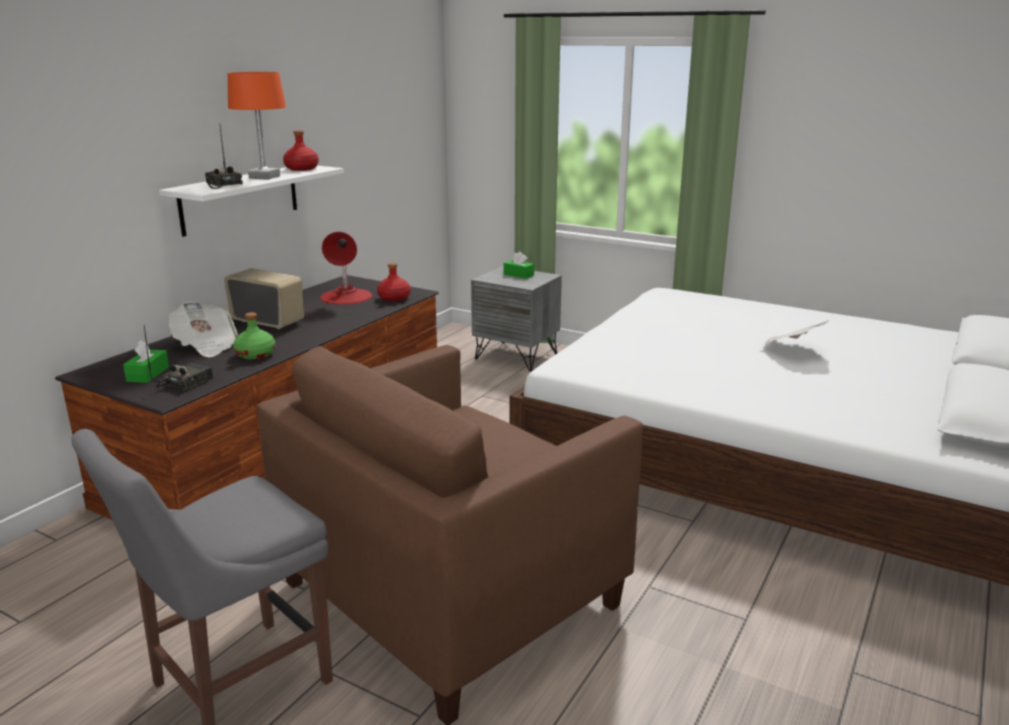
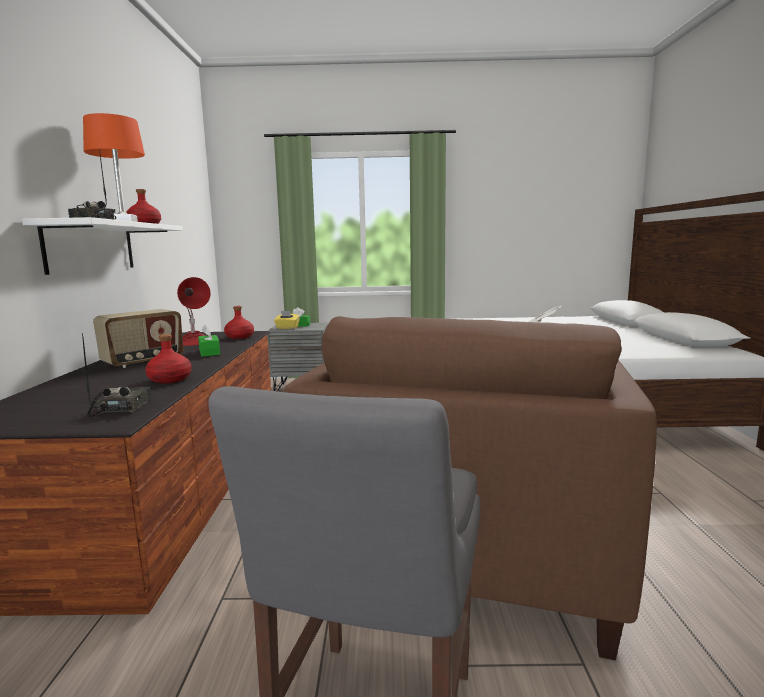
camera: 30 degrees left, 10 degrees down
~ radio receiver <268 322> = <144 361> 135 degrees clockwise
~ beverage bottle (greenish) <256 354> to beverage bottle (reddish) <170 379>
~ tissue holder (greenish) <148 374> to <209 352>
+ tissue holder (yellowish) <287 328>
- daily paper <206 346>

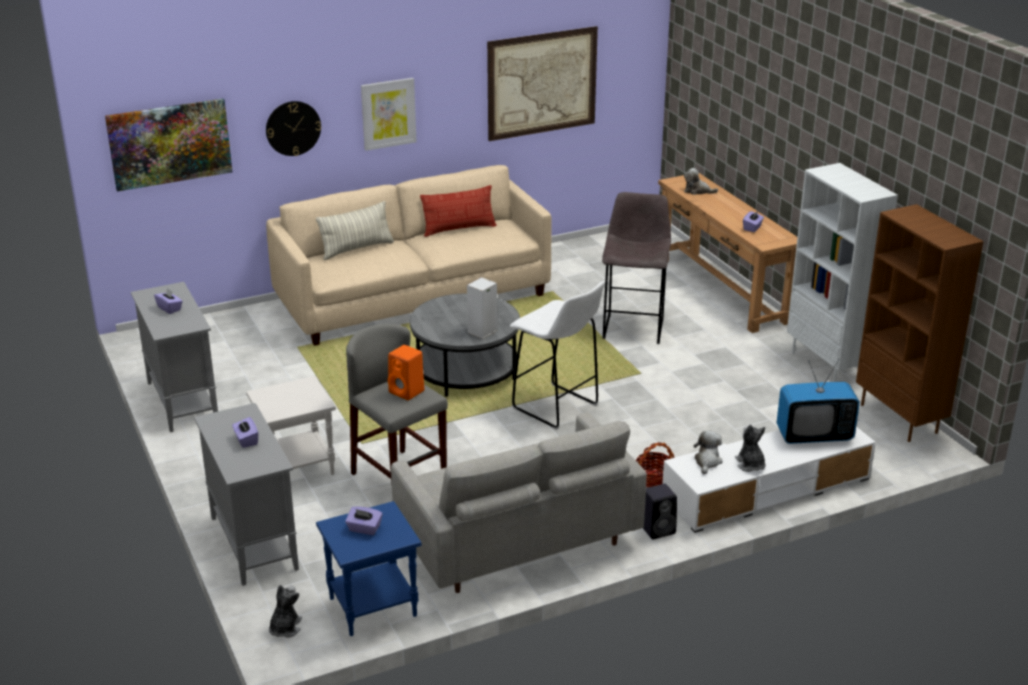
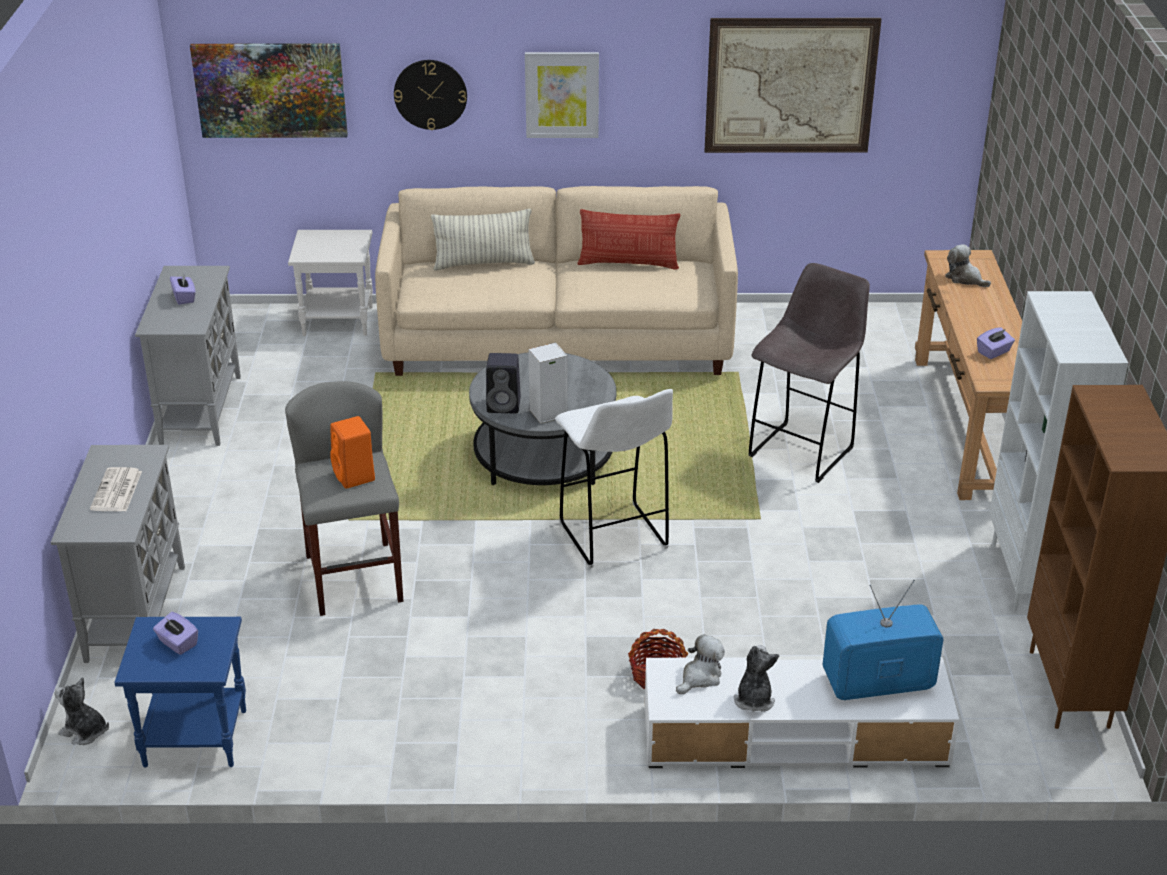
camera: 25 degrees right, 5 degrees up
~ plush toy <285 628> = <85 732> 105 degrees counterclockwise
~ tissue holder (purplish) <246 440> to daily paper <117 491>
~ accent table (white-coloured) <297 467> to <339 320>
~ audio speaker (black-coloured) <659 529> to <505 405>
~ TV set <814 435> = <878 683> 150 degrees clockwise
- couch (gray) <516 542>

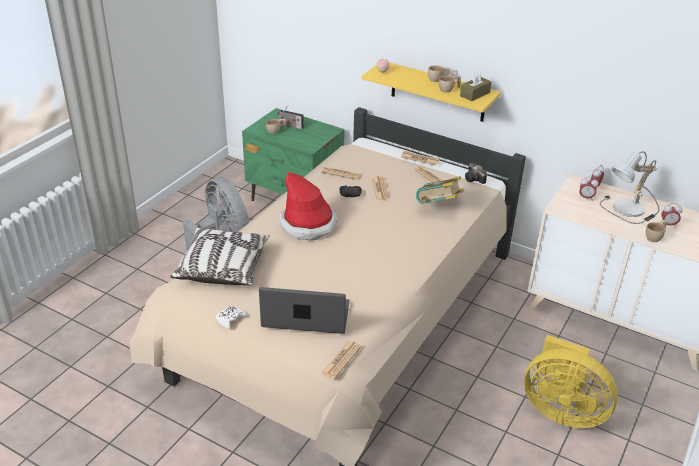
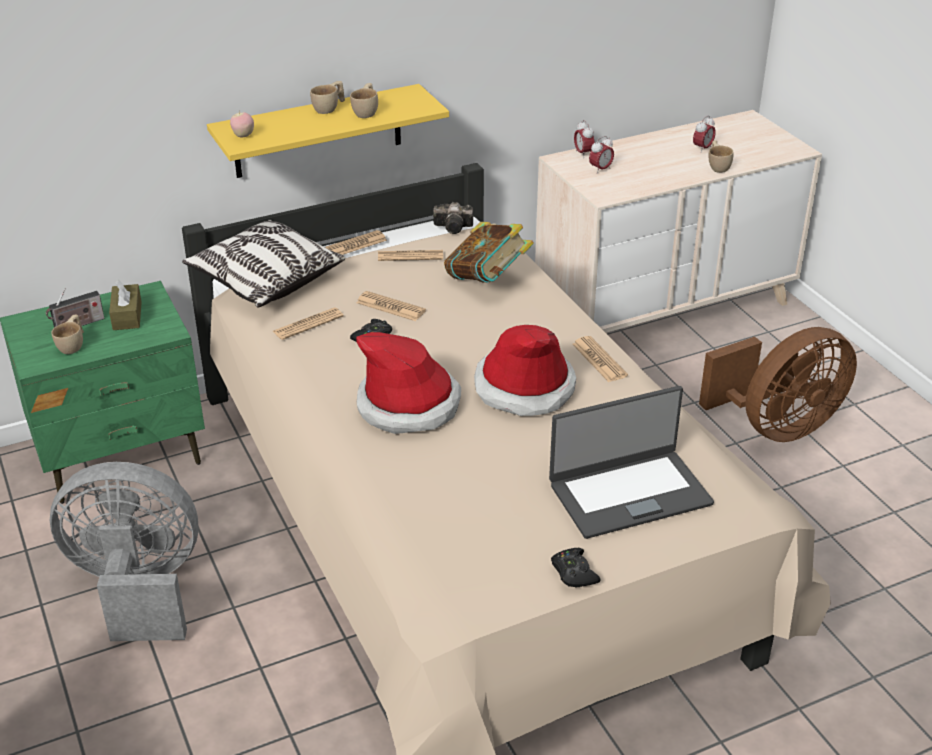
camera: 55 degrees left, 0 degrees up
~ tissue holder (brown-coloured) <475 94> to <127 316>
~ pillow <222 267> to <265 280>
+ wearable hat <524 388>
~ portable computer <305 316> = <629 493> 150 degrees counterclockwise
~ joypad (white-coloured) <230 319> to joypad (black-coloured) <573 573>
~ daily paper <341 360> to <599 360>
~ cooling fan (yellowish) <561 410> to cooling fan (brown-coloured) <777 427>
- table lamp <630 210>

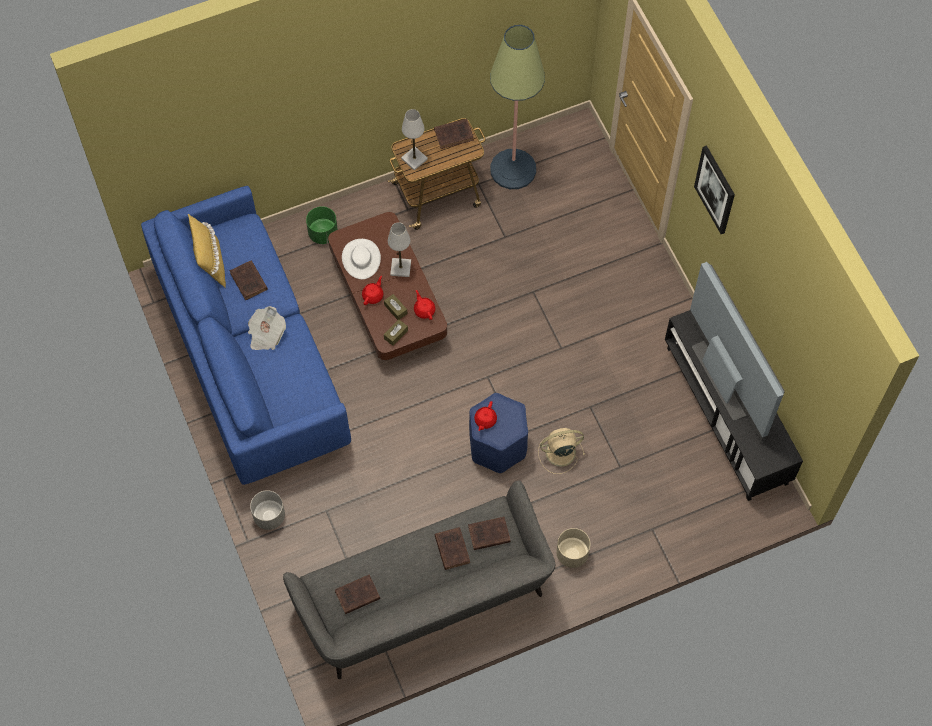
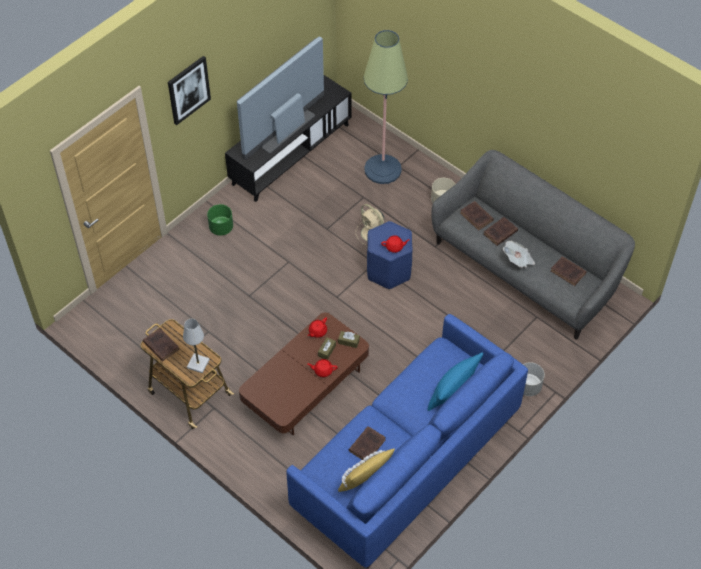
camera: 115 degrees left, 10 degrees down
~ plant pot (greenish) <323 233> to <221 228>
~ standard lamp <513 169> to <382 169>
+ pillow (blue) <453 390>
~ daily paper <266 334> to <518 260>
- wearable hat (white-coloured) <361 259>
- table lamp (white-coloured) <400 268>

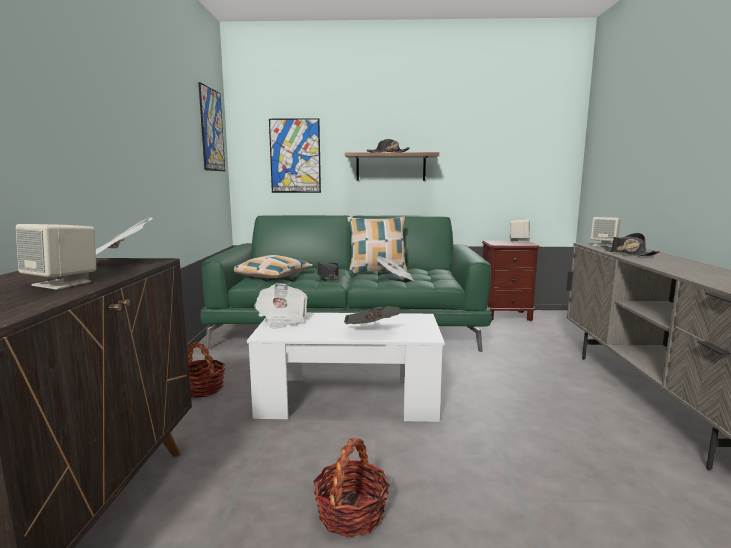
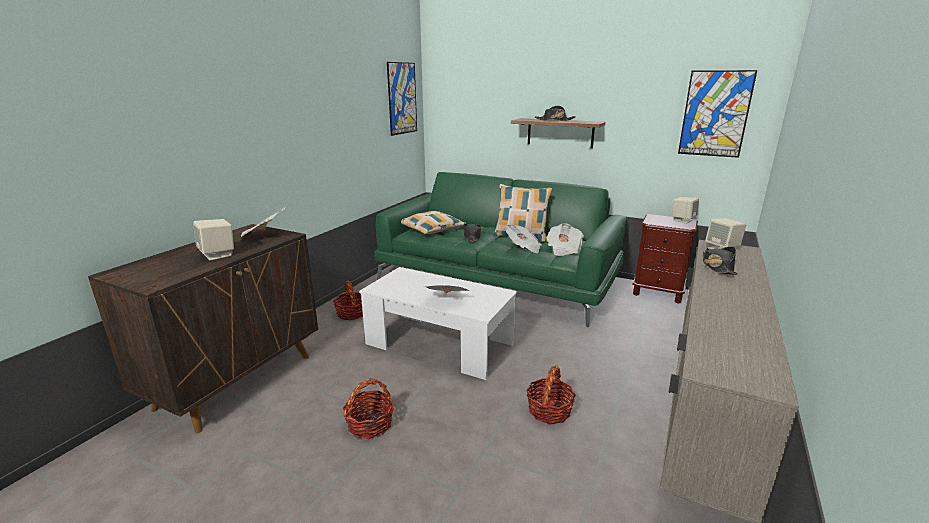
camera: 25 degrees right, 10 degrees up
+ basket <549 411>
~ daily paper <281 320> to <563 249>
~ wall picture <295 156> to <715 114>

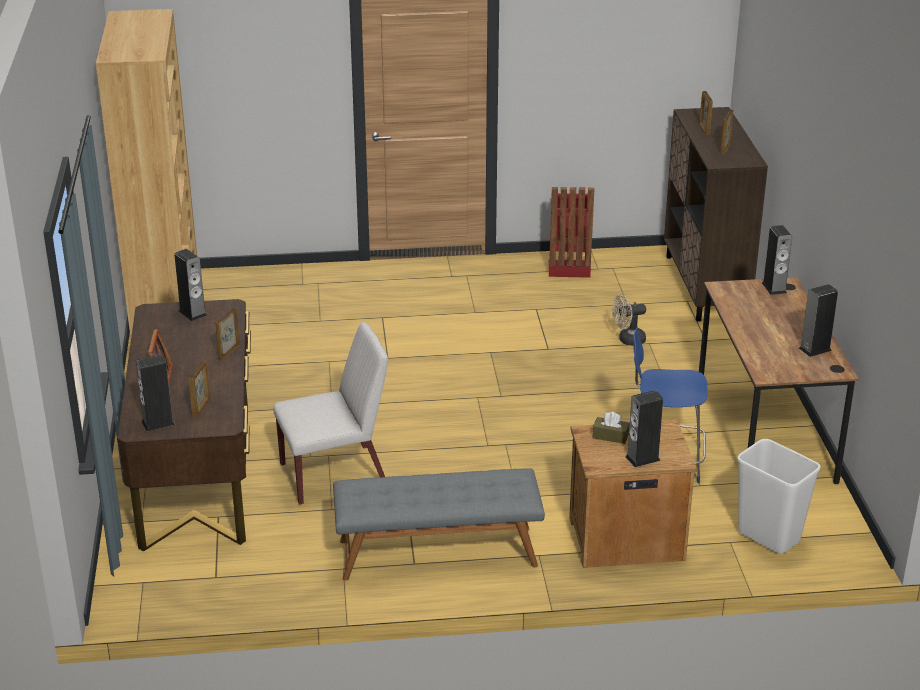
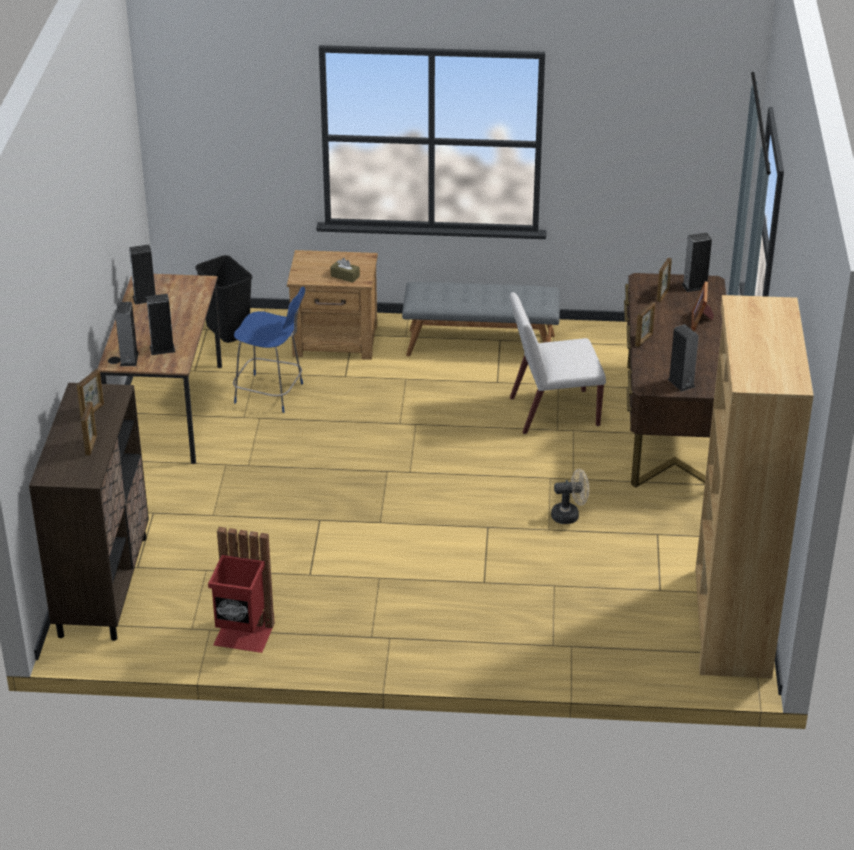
camera: 170 degrees left, 5 degrees up
~ audio speaker <642 458> to <162 349>
~ rubbish bin (white-coloured) <770 536> to rubbish bin (black-coloured) <227 331>
~ cooling fan (beige-coloured) <627 340> to <570 515>

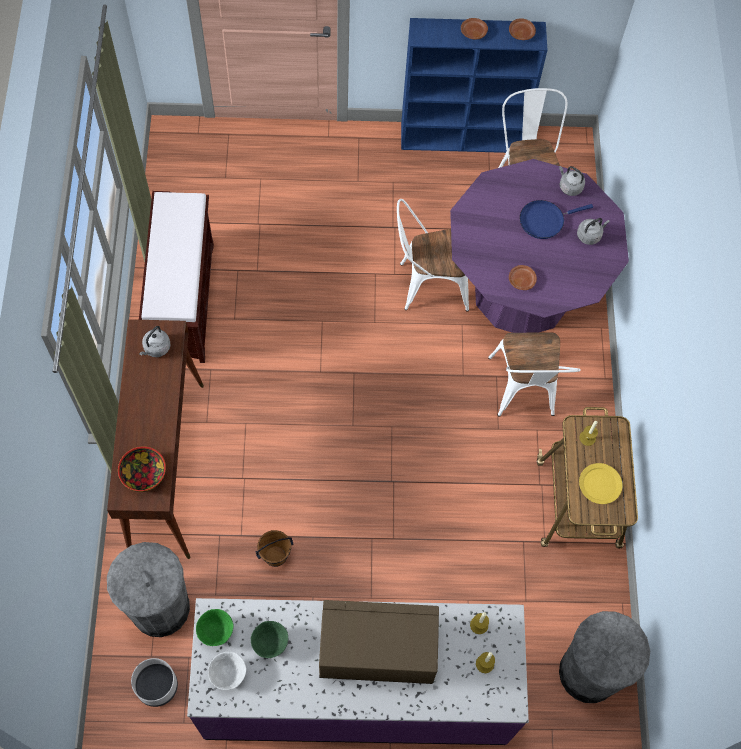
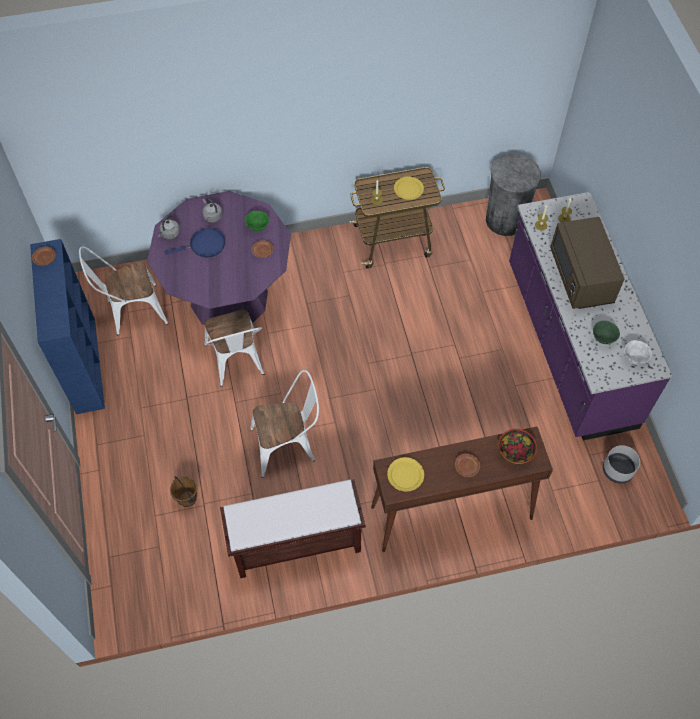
camera: 100 degrees left, 5 degrees down
~ skillet (blue) <544 220> = <205 245> 75 degrees counterclockwise
~ bucket (brown-coloured) <275 555> to <187 499>
~ serving bowl (greenish) <216 631> to <257 227>
~ chair (white-coloured) <524 392> to <288 445>
~ tea kettle (gray) <156 348> to flat dish (yellowish) <406 475>
~ flat dish (brown-coloured) <473 32> to <467 467>
- rubbish bin (gray) <160 607>

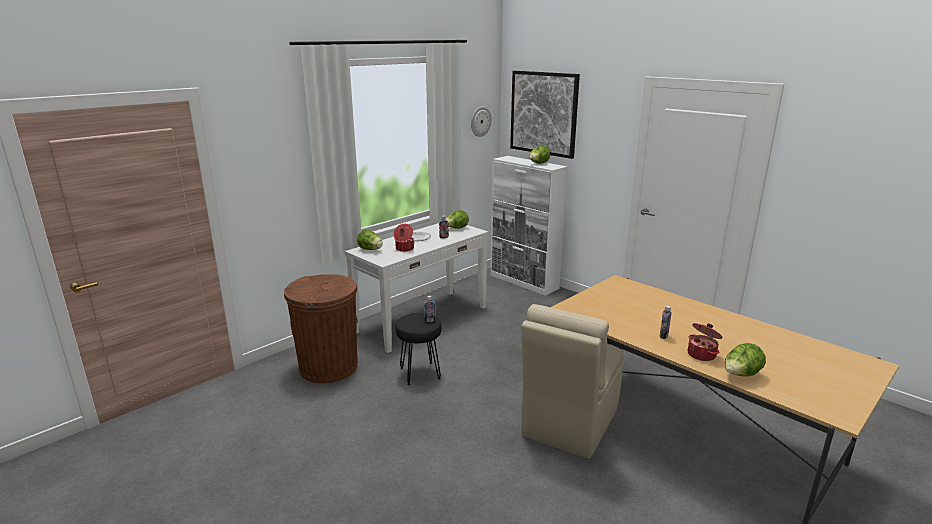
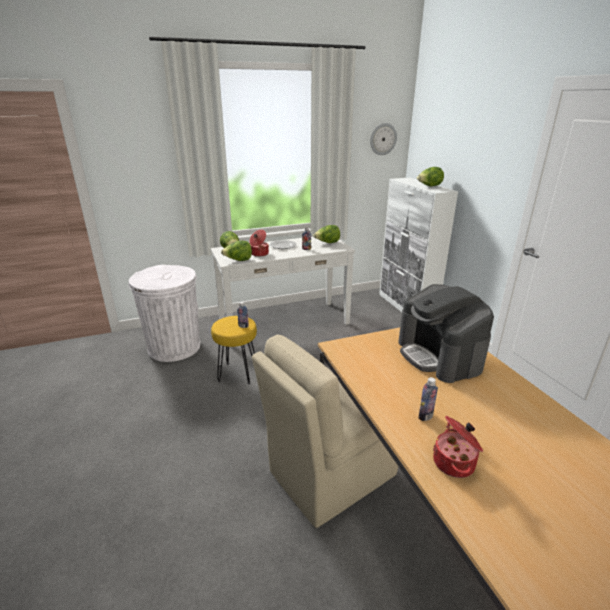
camera: 25 degrees right, 5 degrees up
~ rubbish bin (brown-coloured) <329 367> to rubbish bin (white-coloured) <174 347>
~ sitting stool (black-coloured) <420 373> to sitting stool (yellowish) <238 373>
~ lettuce head <741 375> to <238 260>
+ coffee machine <439 355>
- wall picture <543 113>

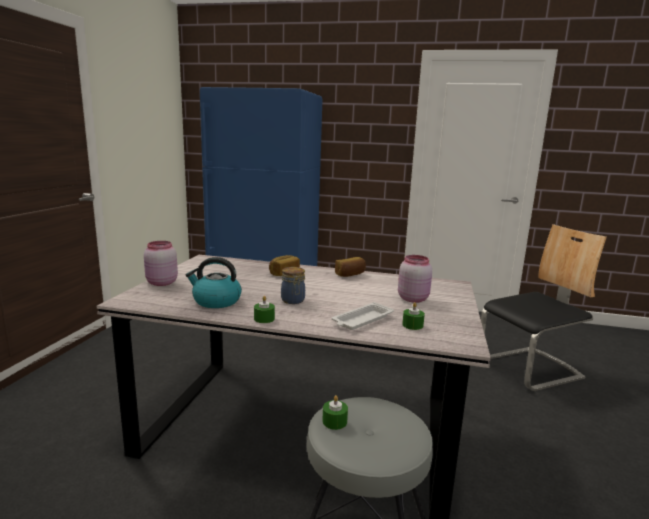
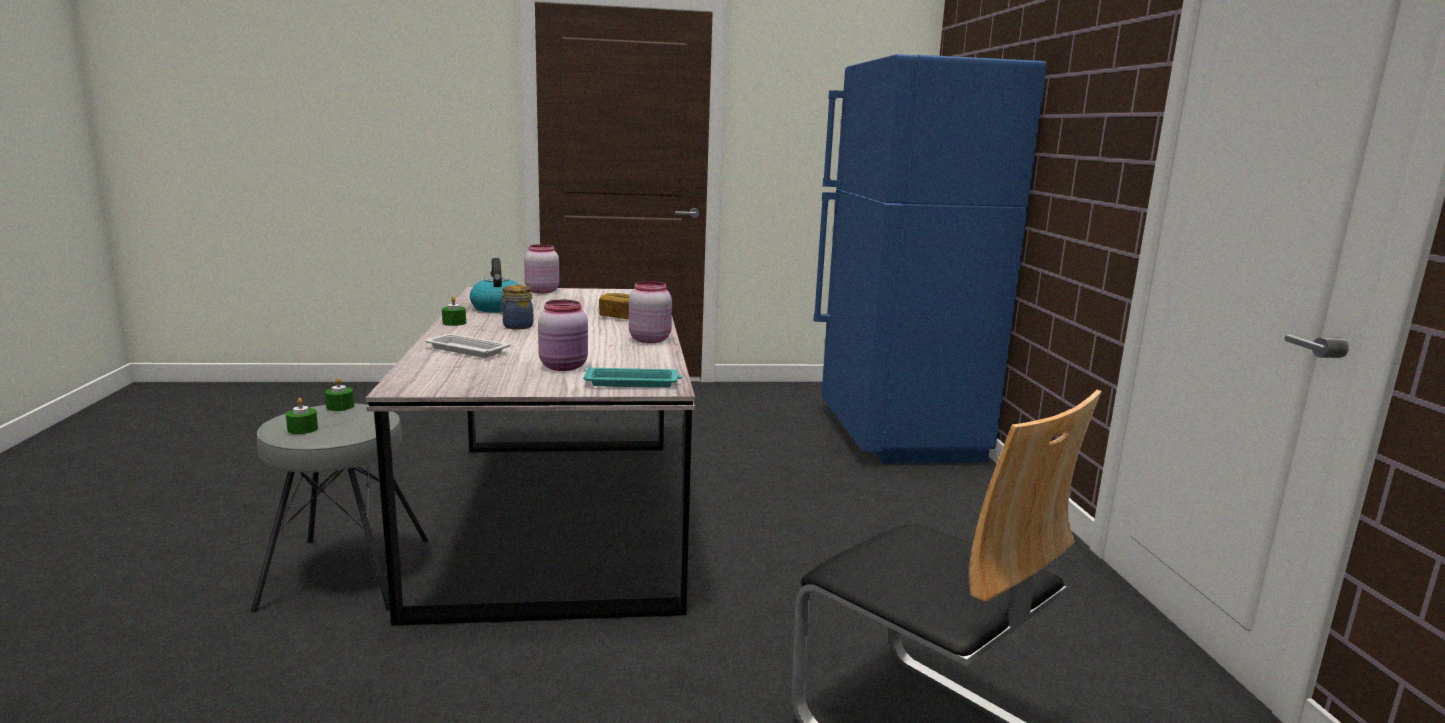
camera: 70 degrees right, 0 degrees up
~ wax candle (greenish) <412 325> to <302 429>
+ serving tray (blue-green) <633 383>
~ bakery bread <350 274> to storage jar (pink-coloured) <649 339>

